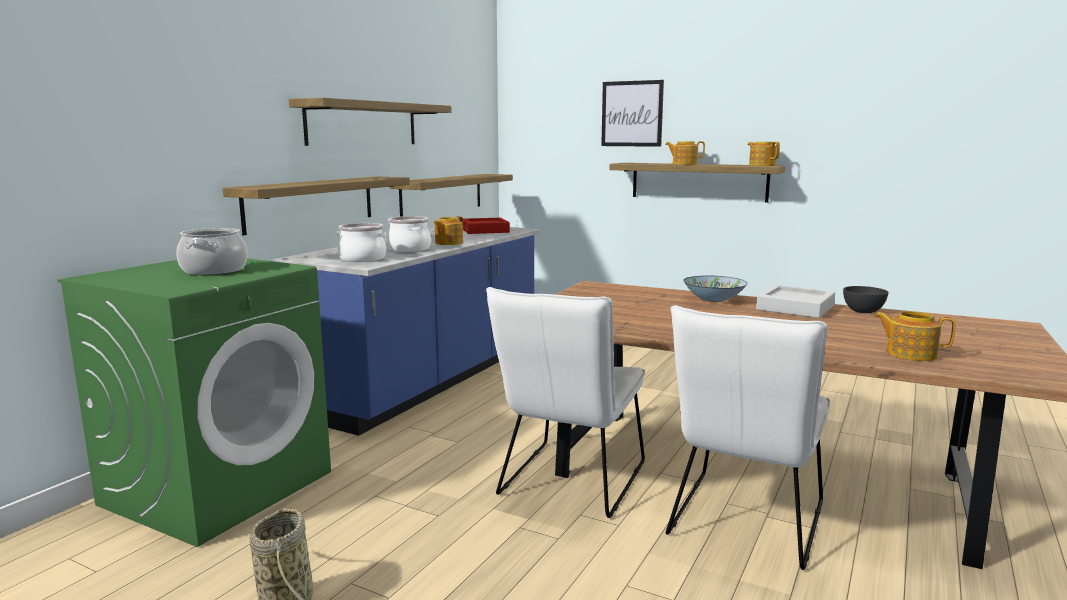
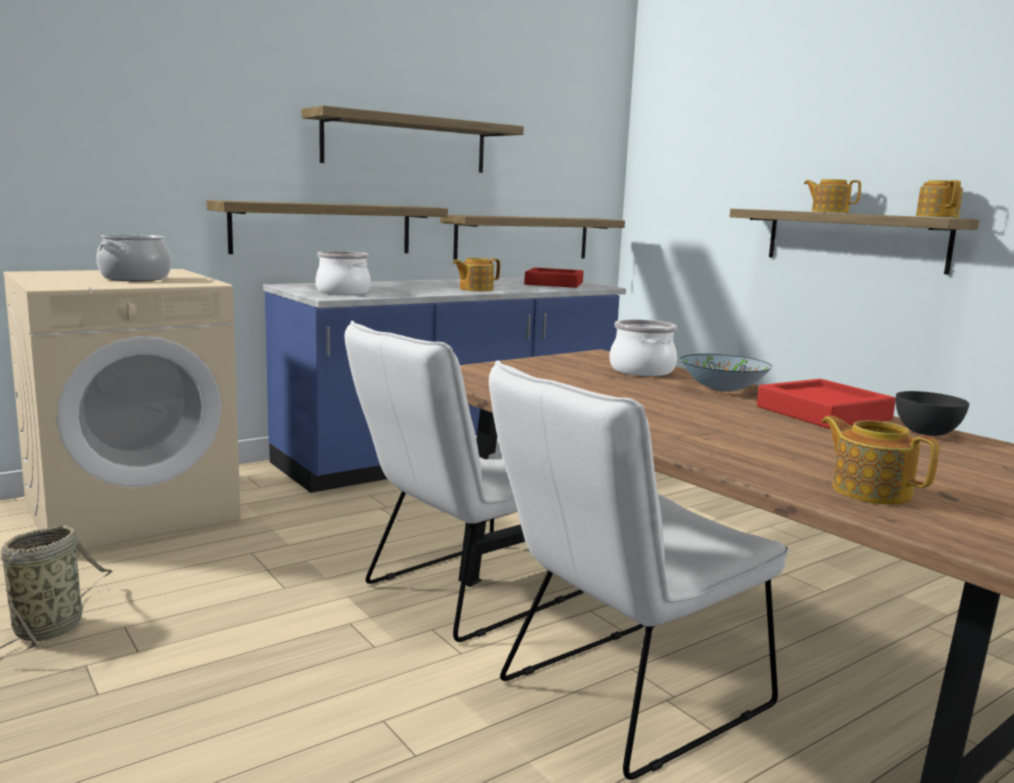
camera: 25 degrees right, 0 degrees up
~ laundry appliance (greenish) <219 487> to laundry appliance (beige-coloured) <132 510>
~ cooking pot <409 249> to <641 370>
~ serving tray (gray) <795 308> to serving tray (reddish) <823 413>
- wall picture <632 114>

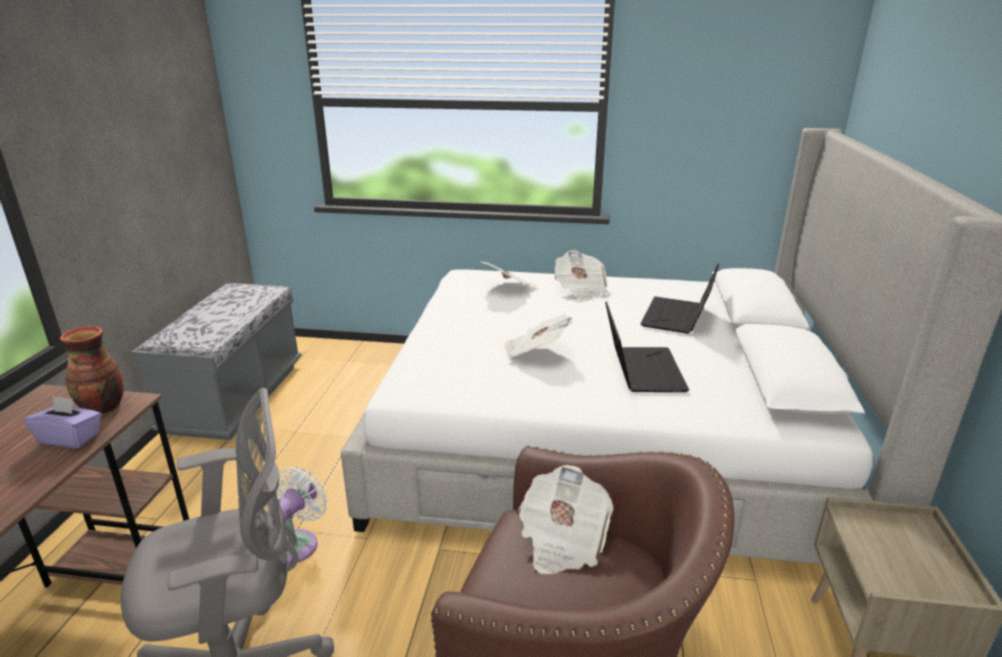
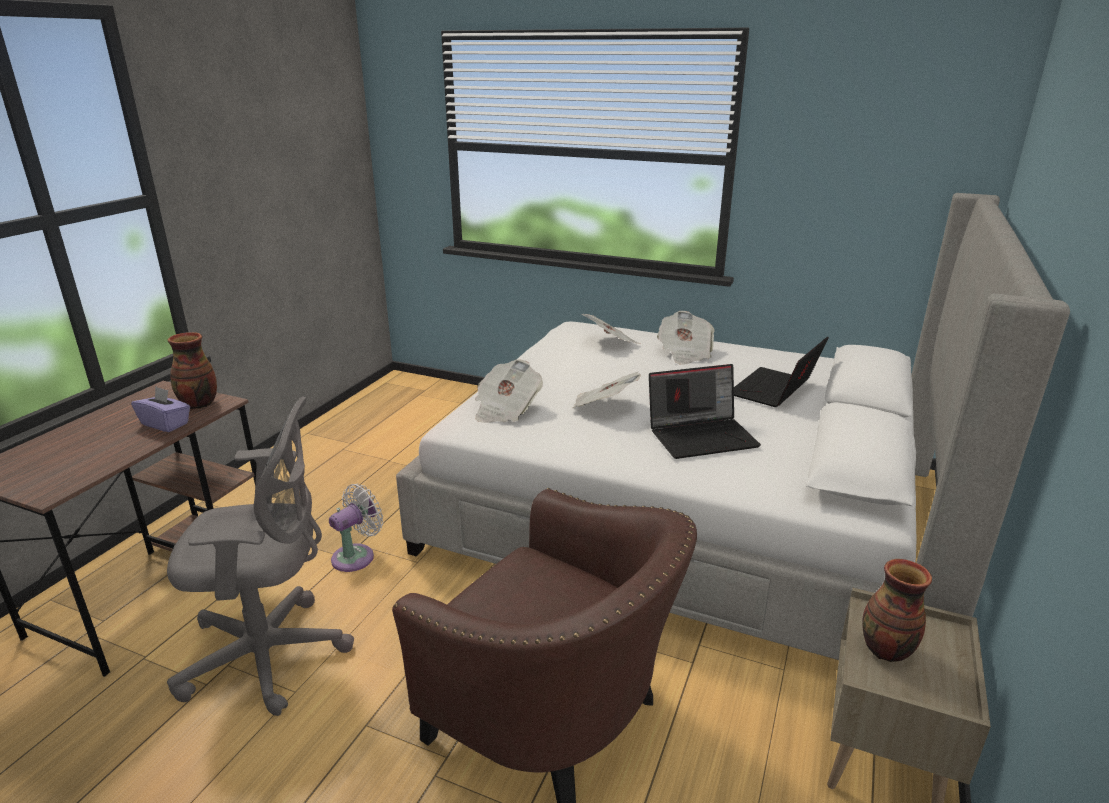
camera: 15 degrees right, 0 degrees up
~ daily paper <562 540> to <505 410>
~ portable computer <641 370> = <702 436> 60 degrees clockwise
+ decorative vase <885 650>
- long seat (gray) <235 398>

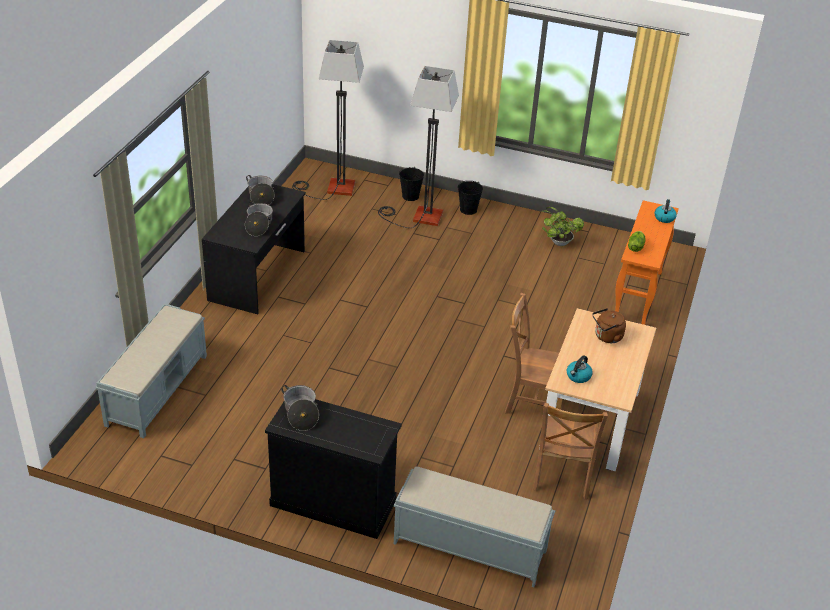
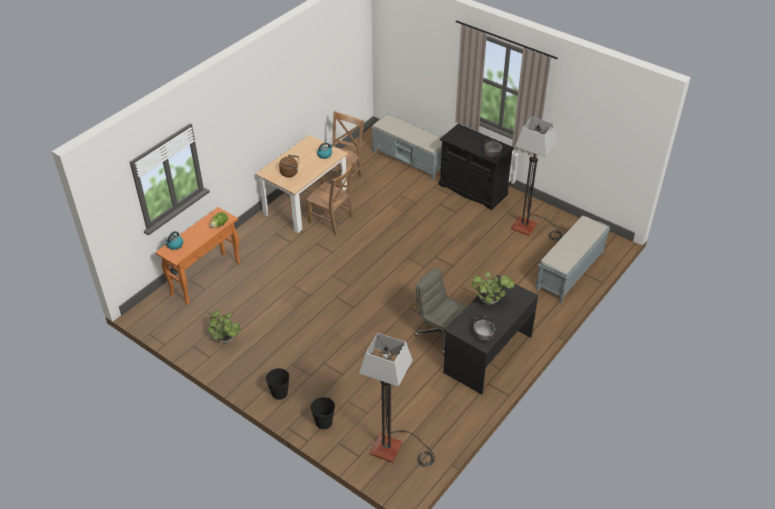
camera: 160 degrees left, 5 degrees up
+ desk chair (gray) <440 334>
~ cooking pot <259 225> to plant in a pot <490 300>
~ standard lamp <418 217> to <531 228>

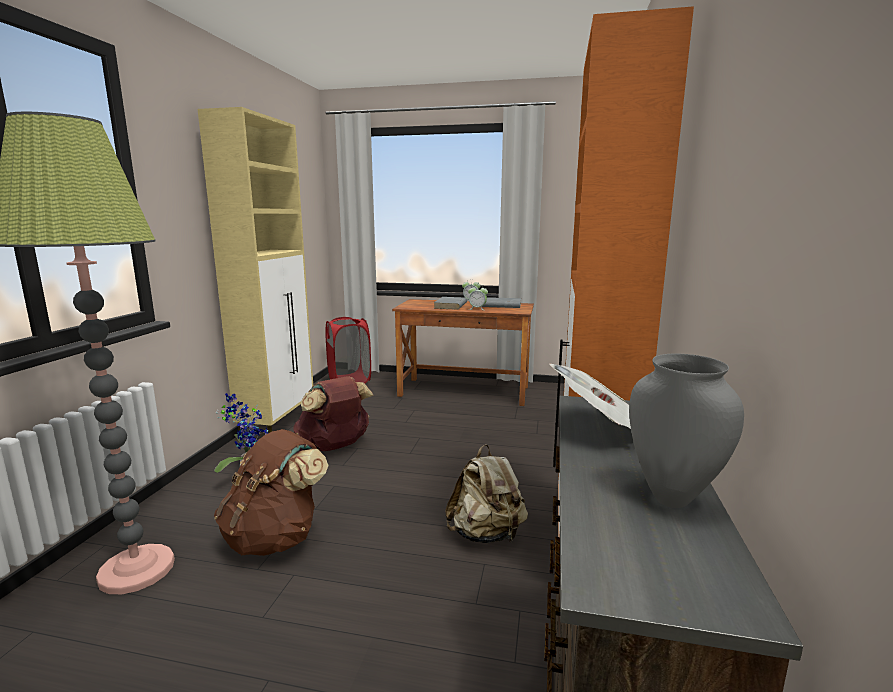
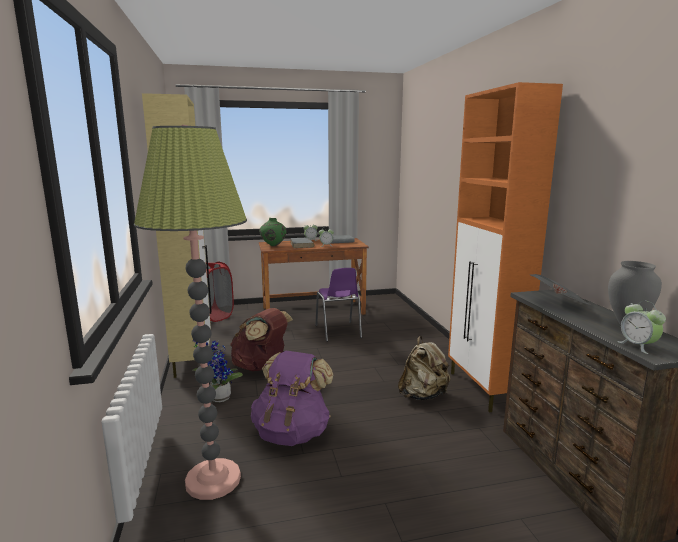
camera: 25 degrees left, 0 degrees up
~ rucksack (brown-coloured) <275 538> to rucksack (purplish) <292 432>
+ decorative vase (greenish) <273 246>
+ chair (purplish) <338 332>
+ alarm clock <638 346>

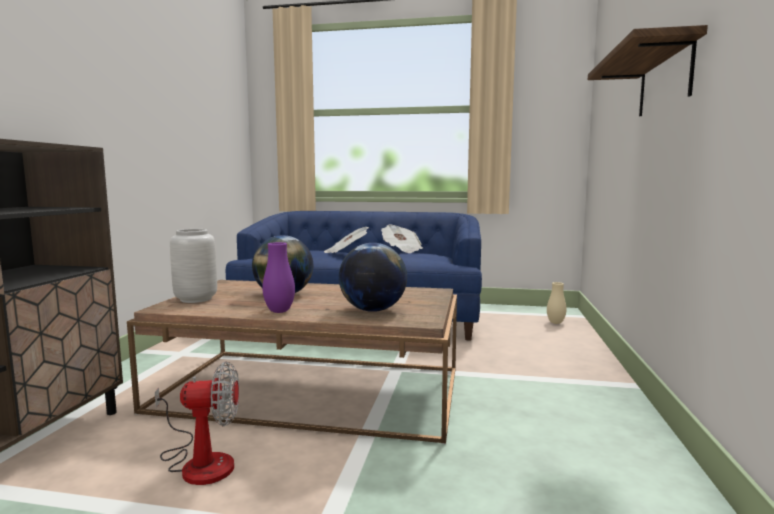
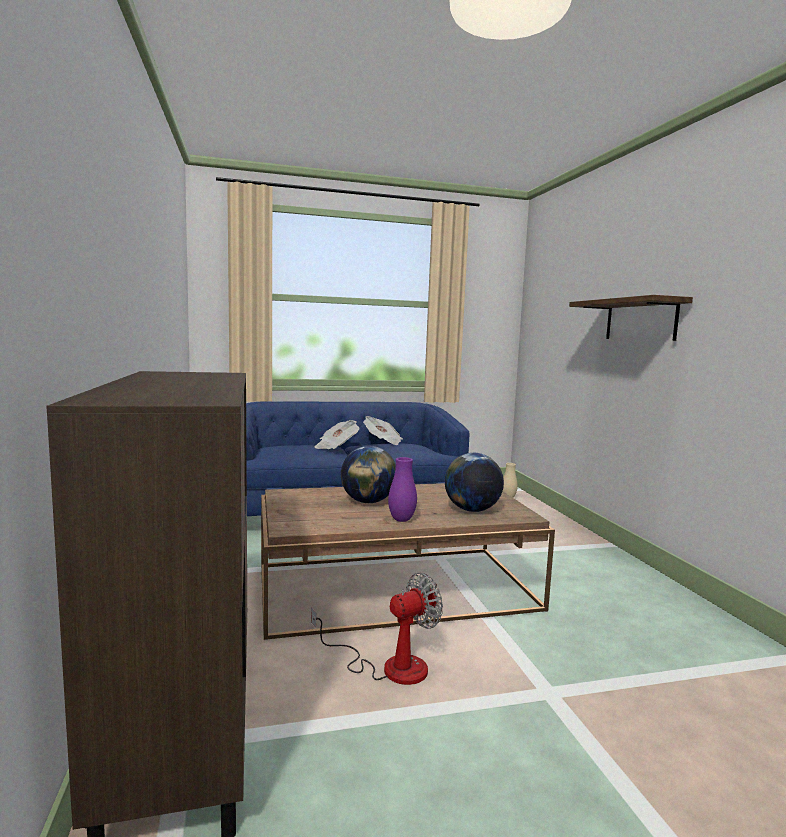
camera: 25 degrees left, 0 degrees up
- decorative vase (gray) <195 299>

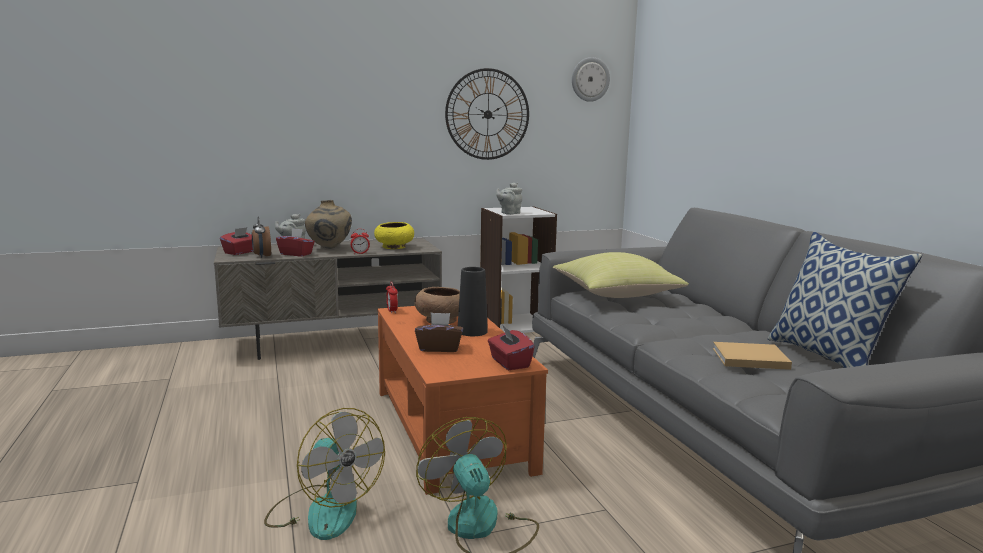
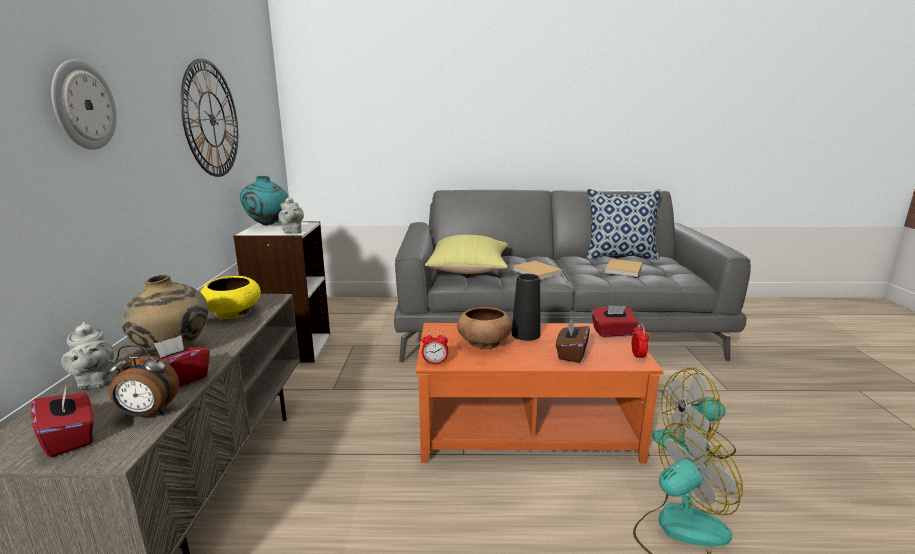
camera: 70 degrees left, 5 degrees up
~ clock on the wall <590 79> to <83 105>
+ decorative vase (blue-green) <268 225>
+ book (beige-coloured) <537 272>
~ alarm clock <360 253> to <638 356>

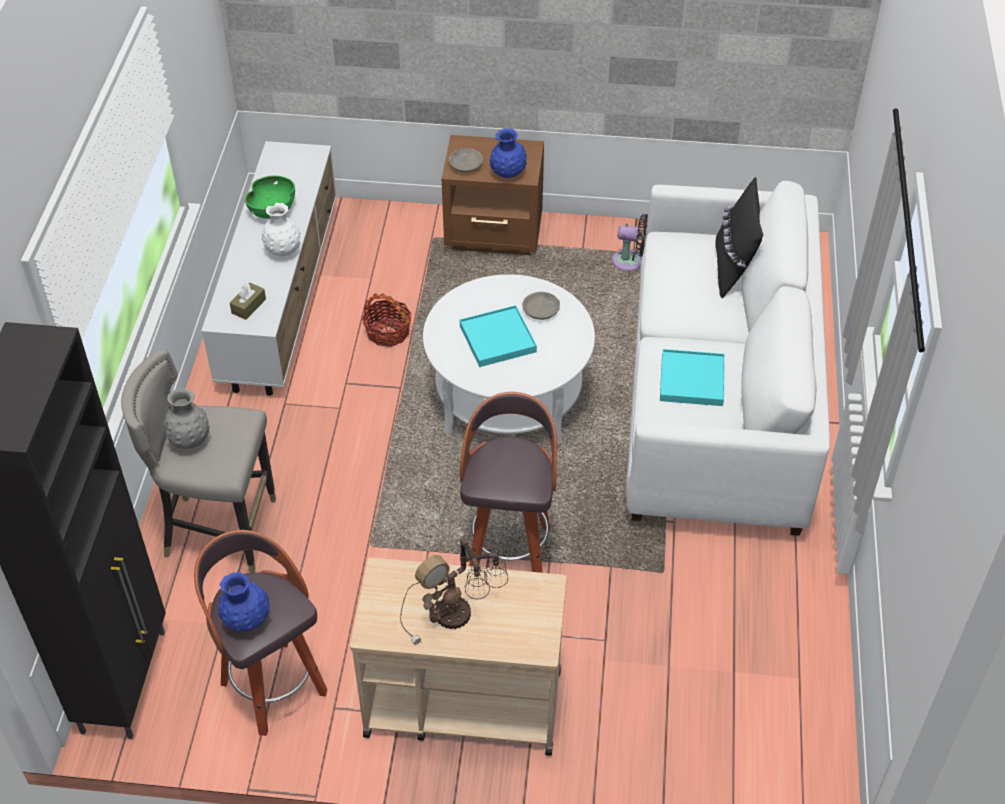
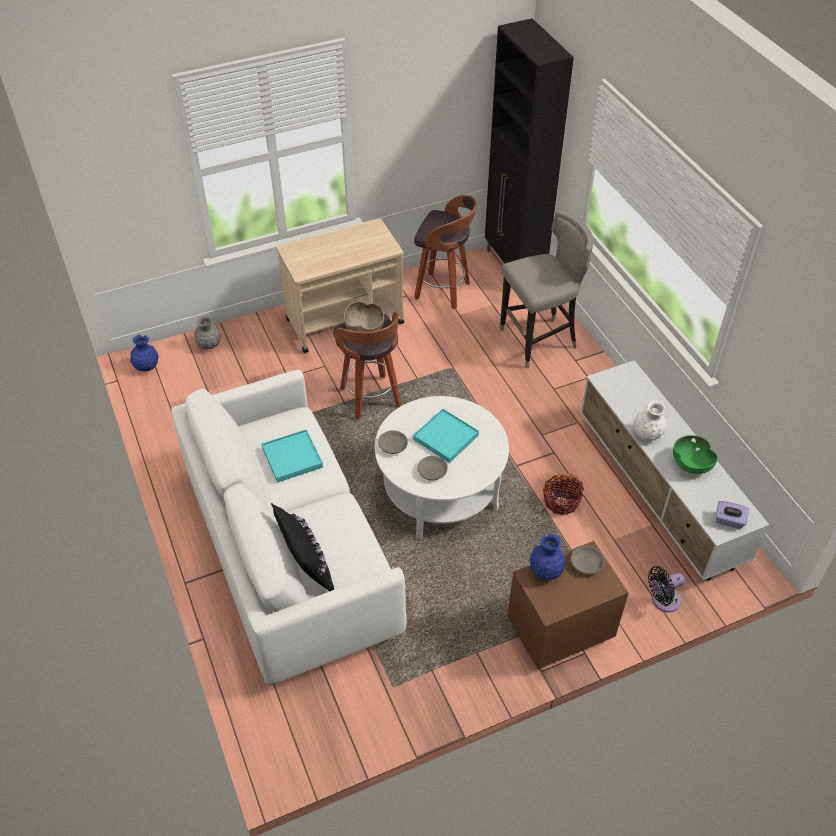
camera: 150 degrees right, 0 degrees up
~ decorative vase (blue) <247 620> to <147 367>
~ decorative vase (gray) <189 440> to <209 345>
+ serving bowl (brown-coloured) <364 328>
+ serving bowl (gray) <393 446>
~ cooling fan (black-coloured) <631 261> to <663 600>
+ tissue holder (purplish) <729 521>
- tissue holder (brown-coloured) <248 306>
- table lamp <455 614>

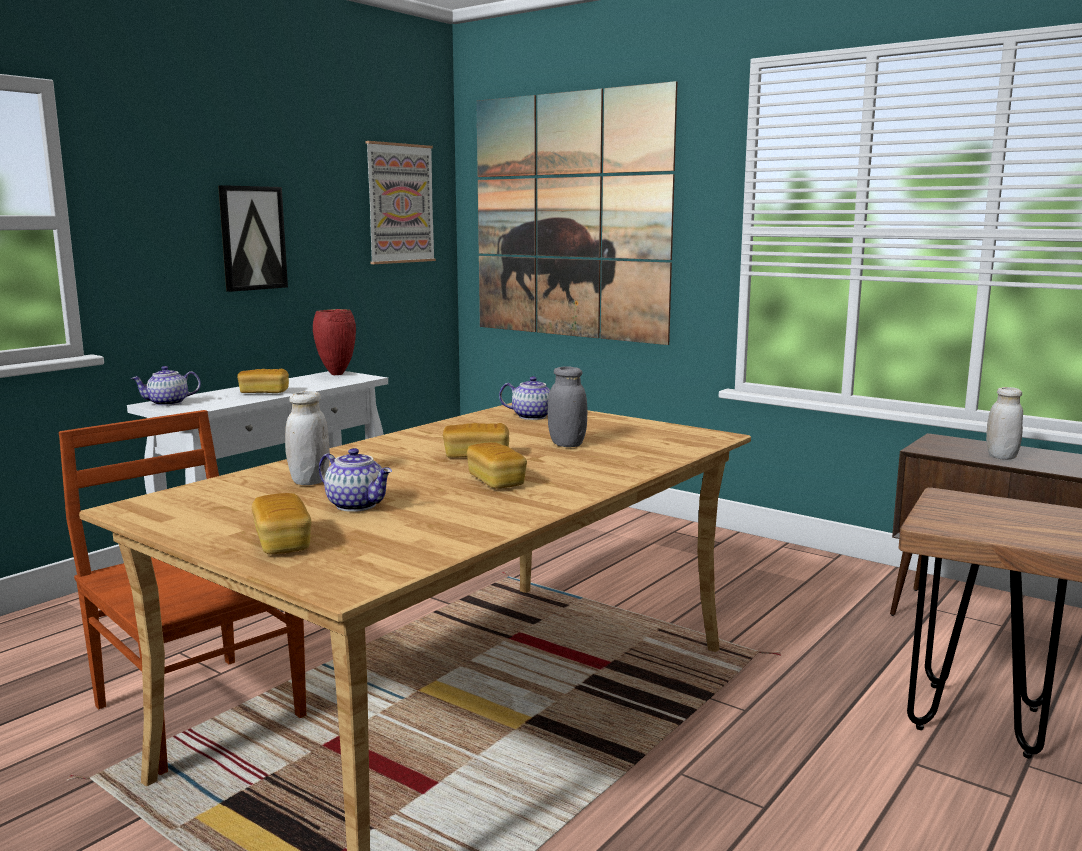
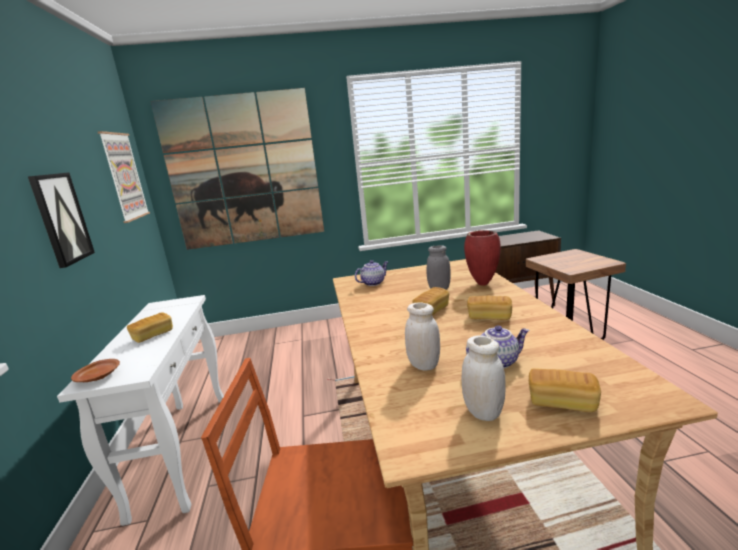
camera: 45 degrees left, 5 degrees up
~ pot for tea <168 403> to flat dish (brown-coloured) <99 376>
~ storage jar (white-coloured) <1001 457> to <483 412>
~ decorative vase (reddish) <336 374> to <482 284>

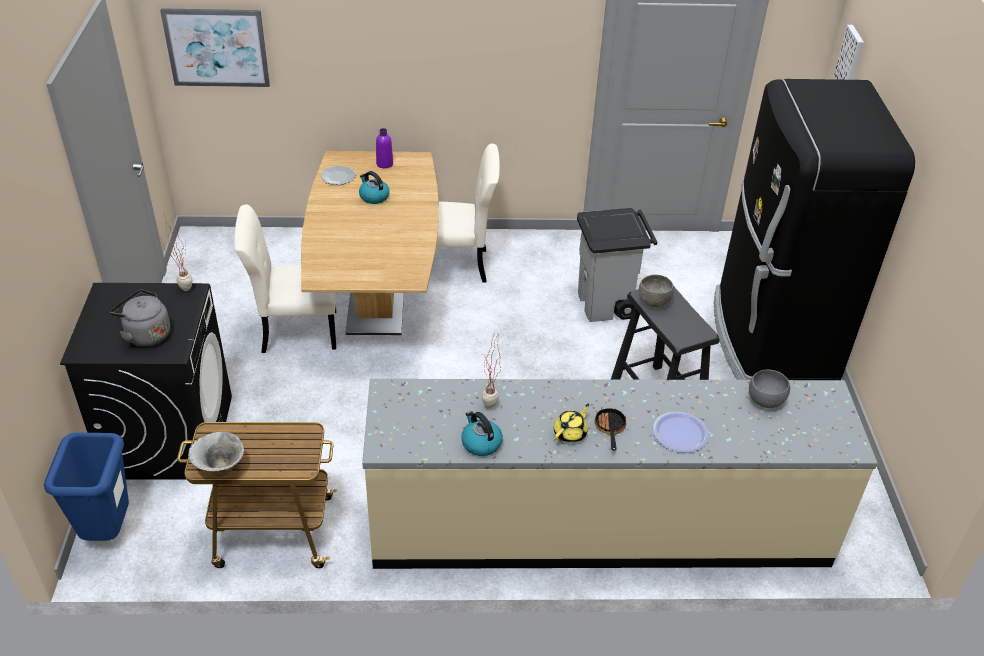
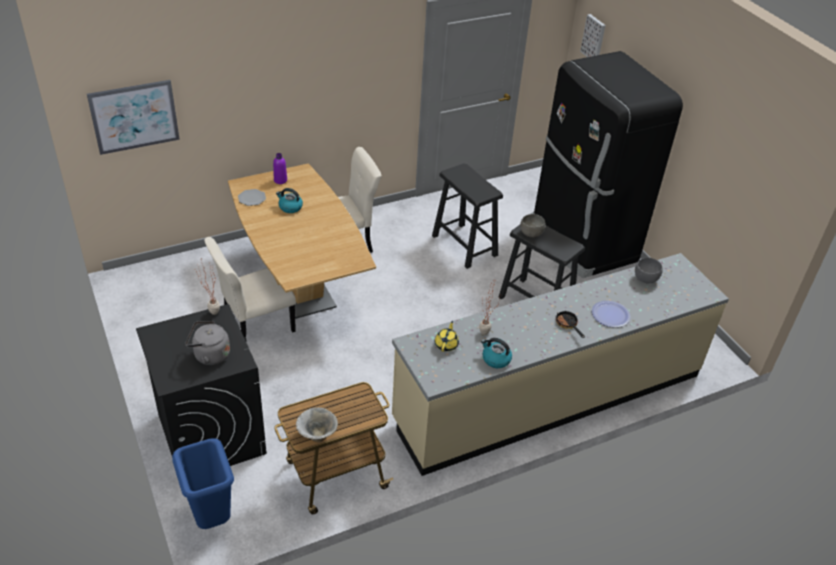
camera: 25 degrees left, 0 degrees up
~ rubbish bin (gray) <606 304> to sitting stool (black-coloured) <464 246>
~ pot for tea (yellowish) <570 433> to <446 344>

